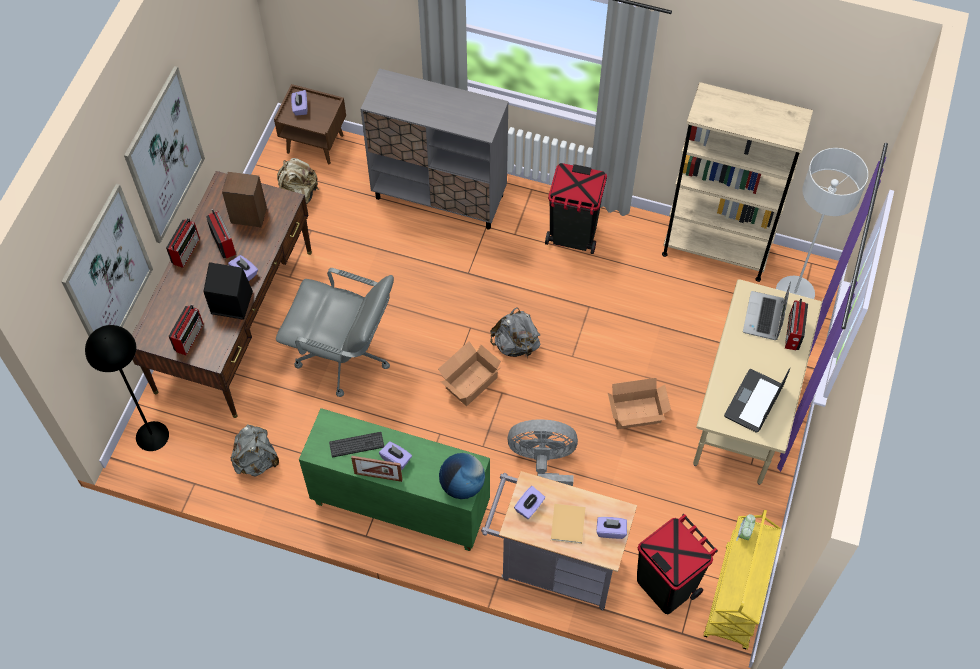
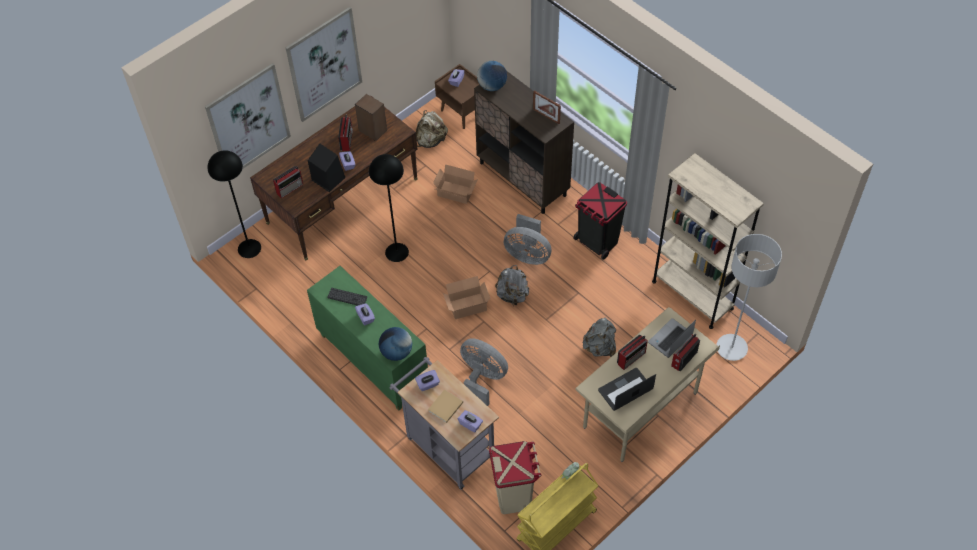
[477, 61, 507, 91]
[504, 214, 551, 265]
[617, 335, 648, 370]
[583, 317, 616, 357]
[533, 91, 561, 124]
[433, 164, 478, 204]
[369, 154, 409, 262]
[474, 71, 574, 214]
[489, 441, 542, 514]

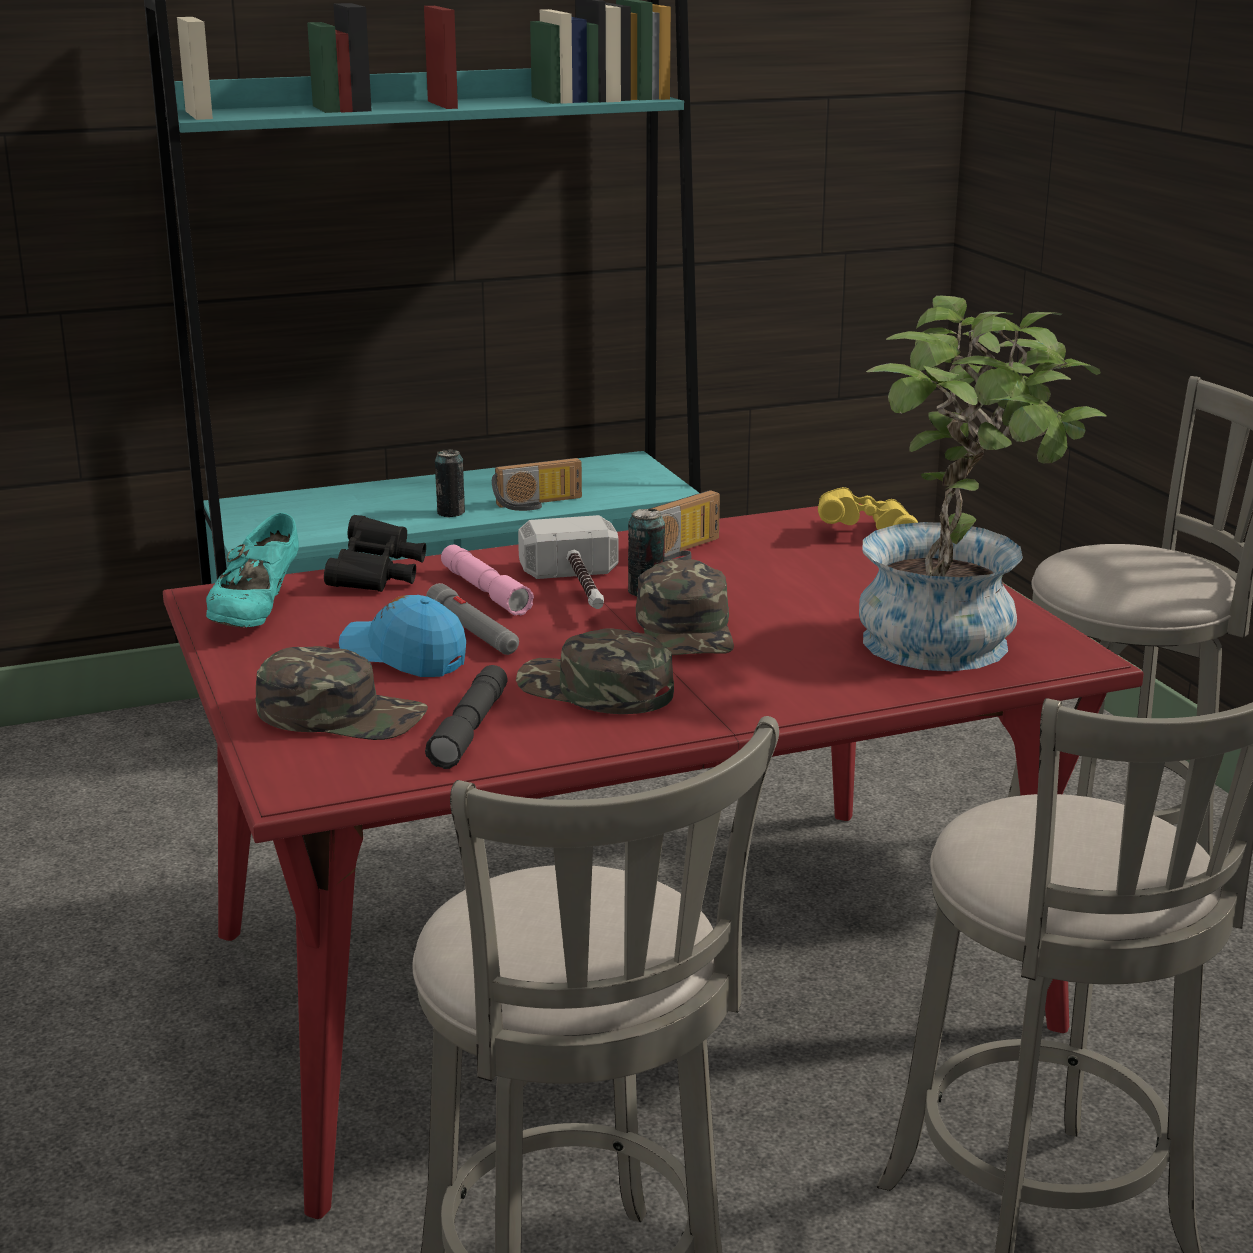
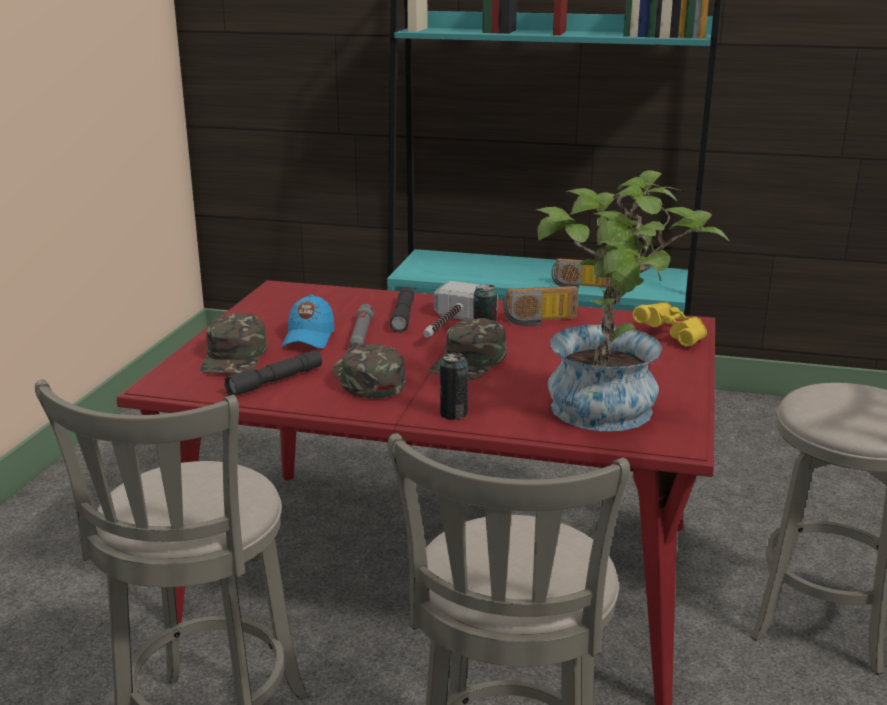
[206, 513, 299, 628] (first image)
[324, 515, 426, 592] (first image)
[440, 352, 468, 420]
[390, 287, 414, 333]
[200, 313, 267, 373]
[282, 294, 334, 348]

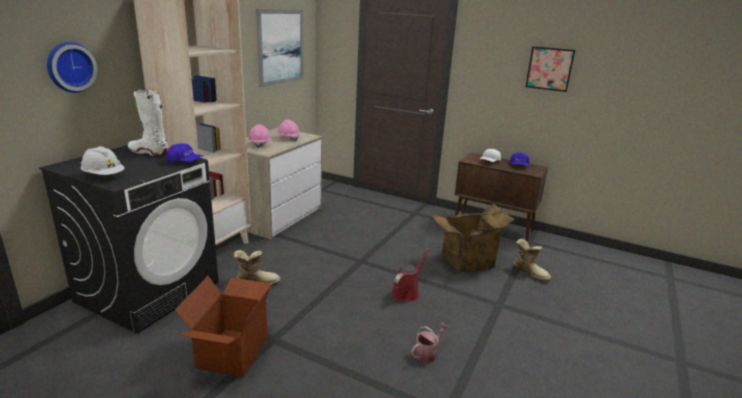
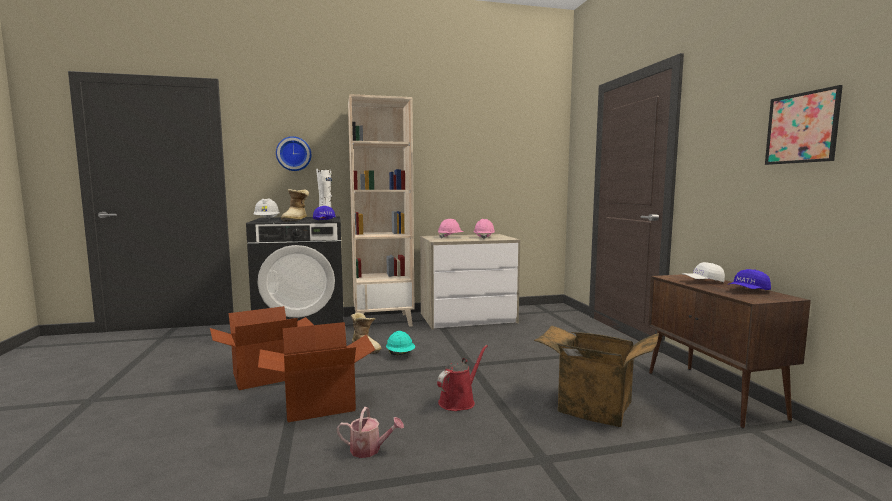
[256, 9, 304, 87] (first image)
[258, 322, 376, 422]
[386, 331, 415, 355]
[281, 189, 310, 222]
[437, 345, 488, 411]

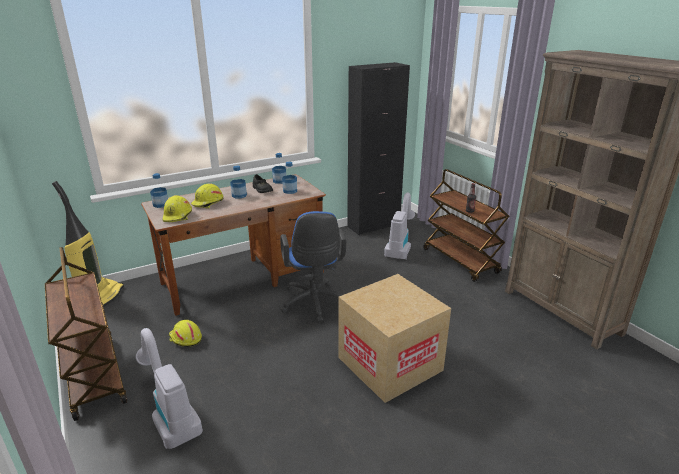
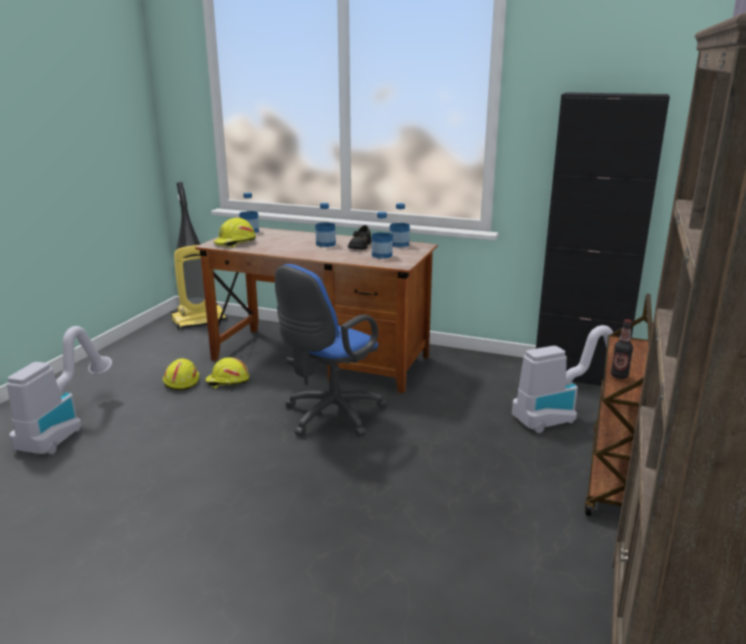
[45, 247, 127, 421] (first image)
[338, 274, 451, 403] (first image)
[205, 357, 249, 389]

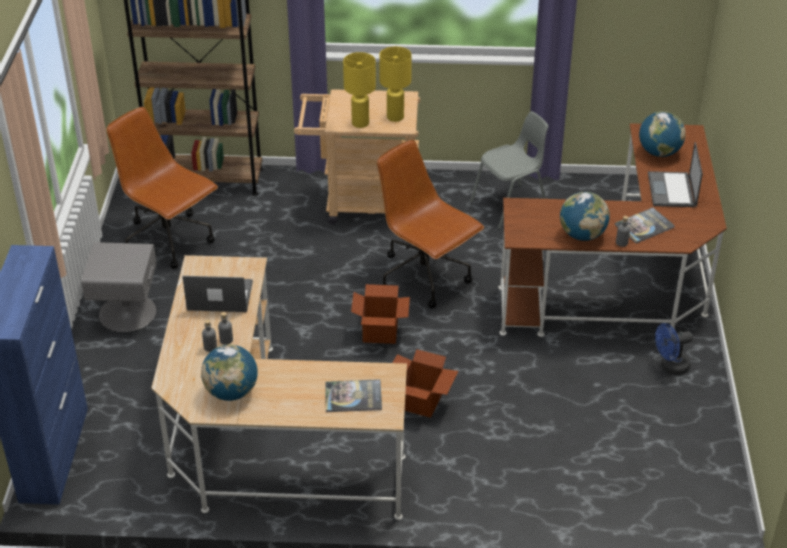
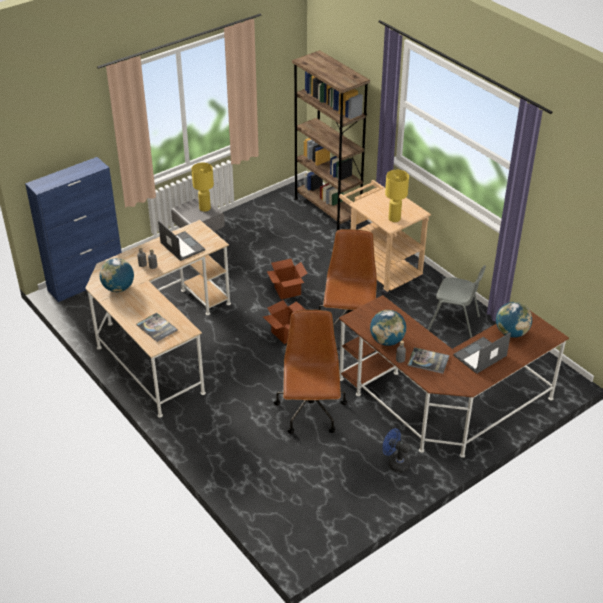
[274, 310, 347, 434]
[191, 163, 214, 212]
[267, 259, 308, 300]

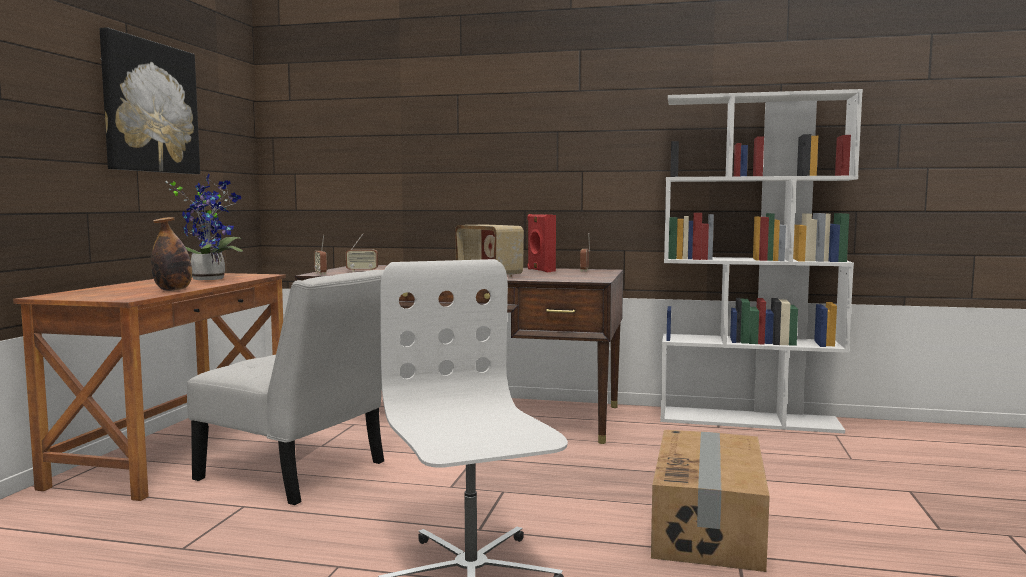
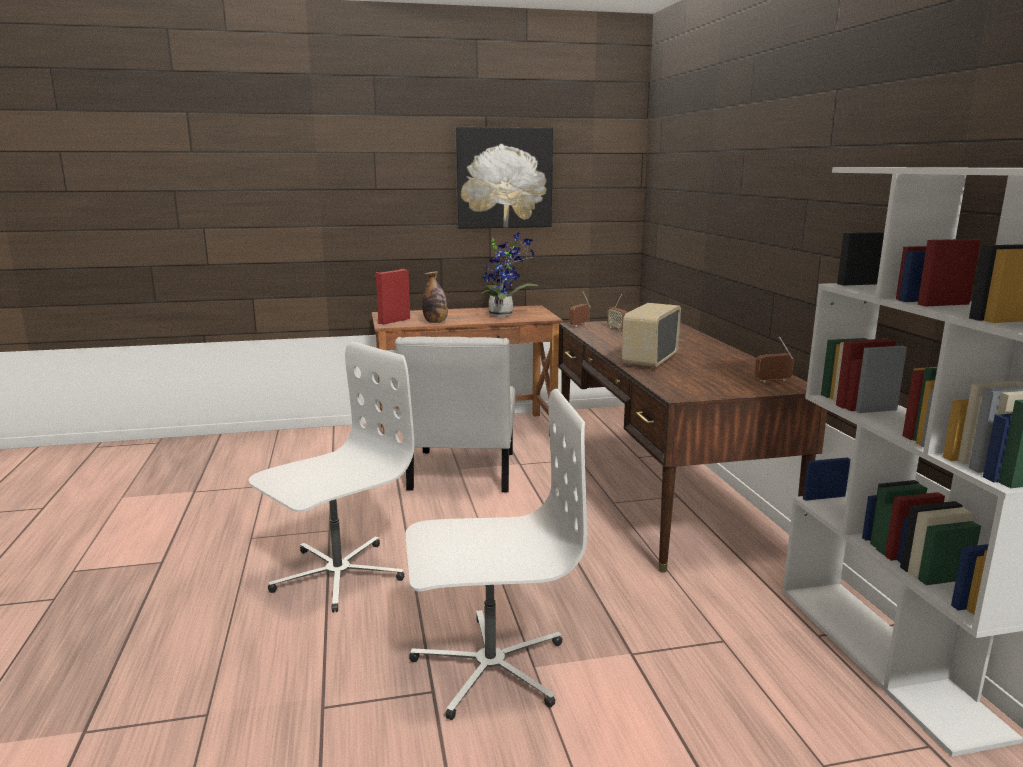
[375, 269, 410, 324]
[405, 389, 587, 720]

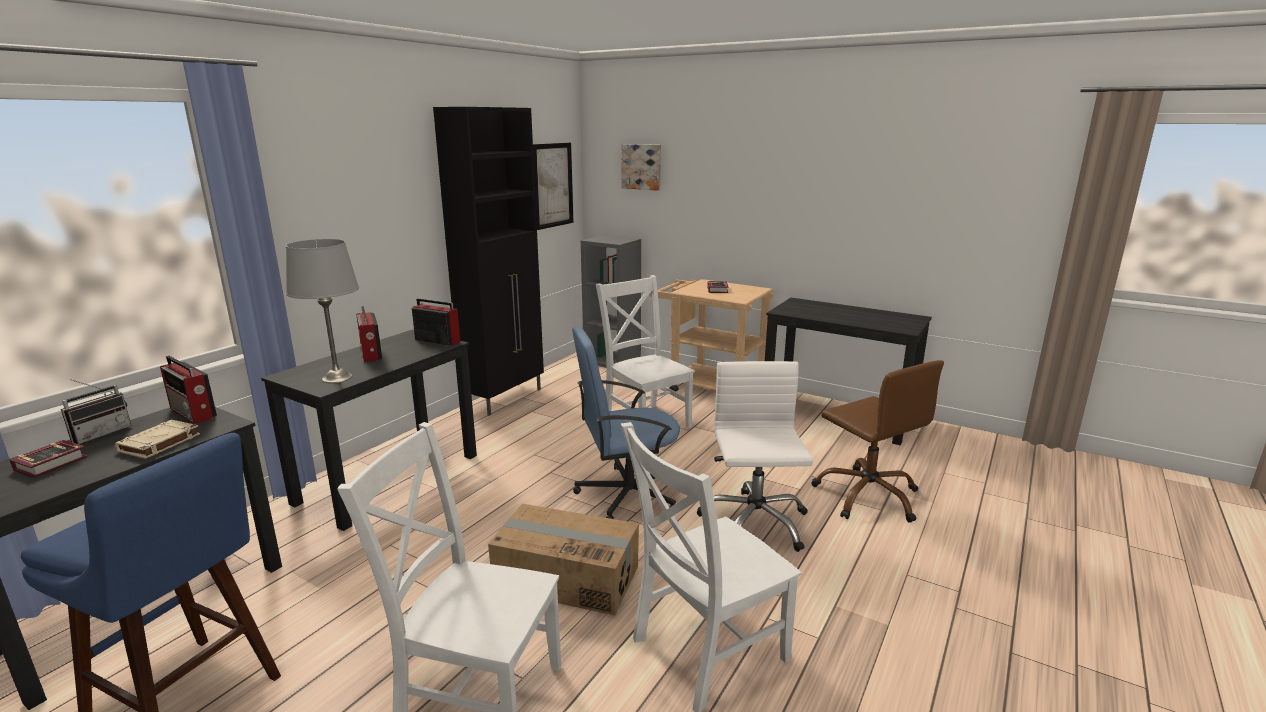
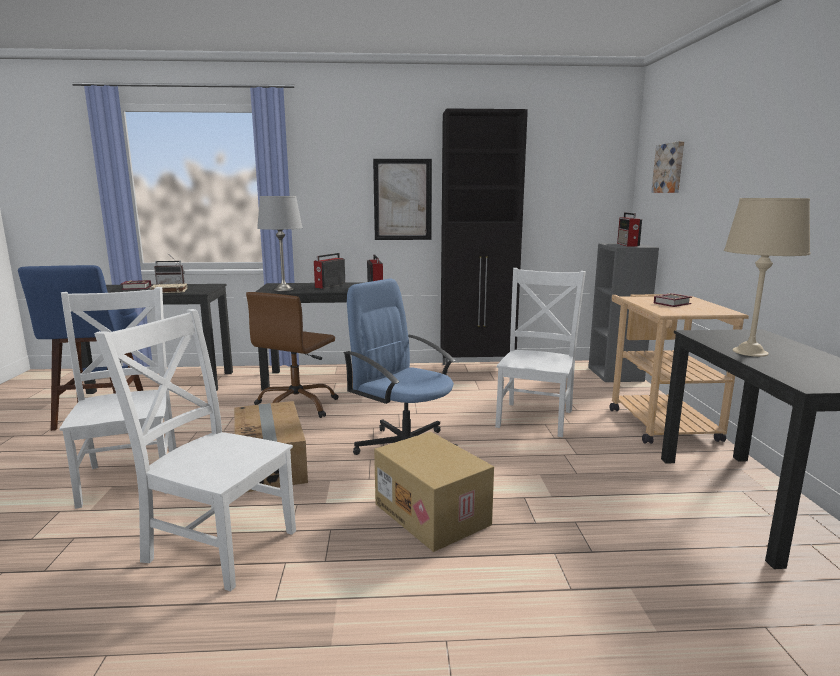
[724, 198, 810, 357]
[617, 212, 642, 247]
[373, 159, 432, 240]
[246, 292, 339, 418]
[374, 432, 494, 552]

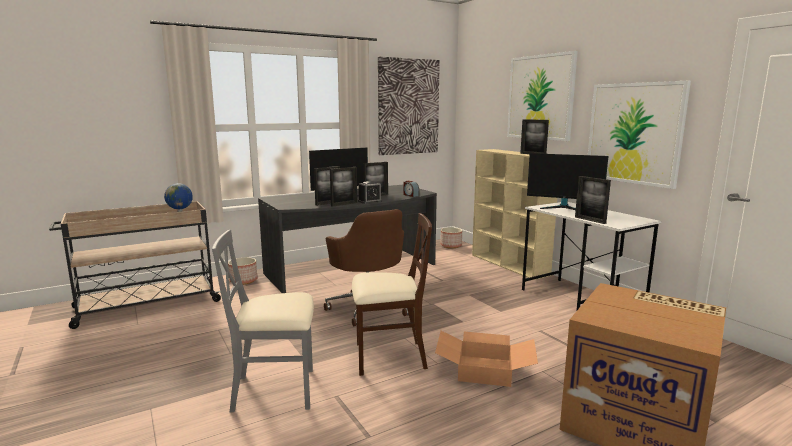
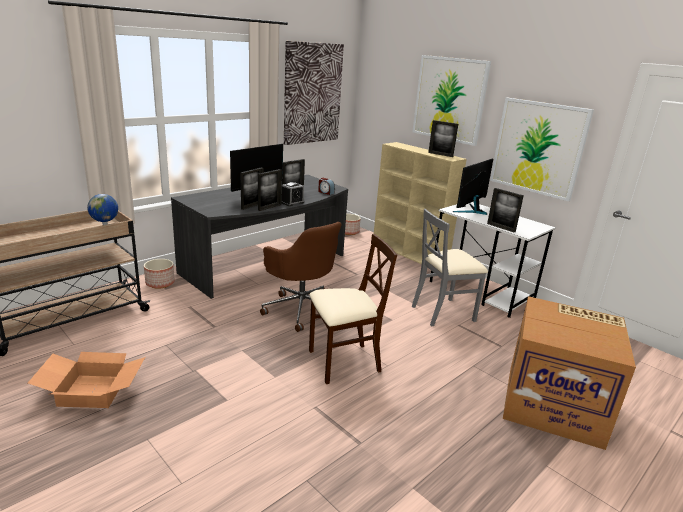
[412, 209, 488, 327]
[28, 352, 145, 408]
[452, 158, 493, 215]

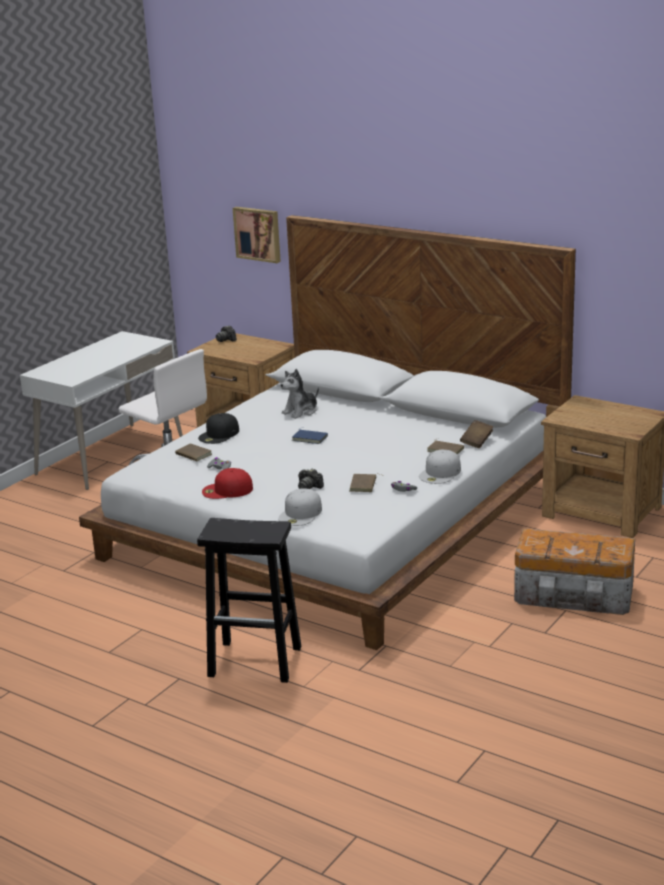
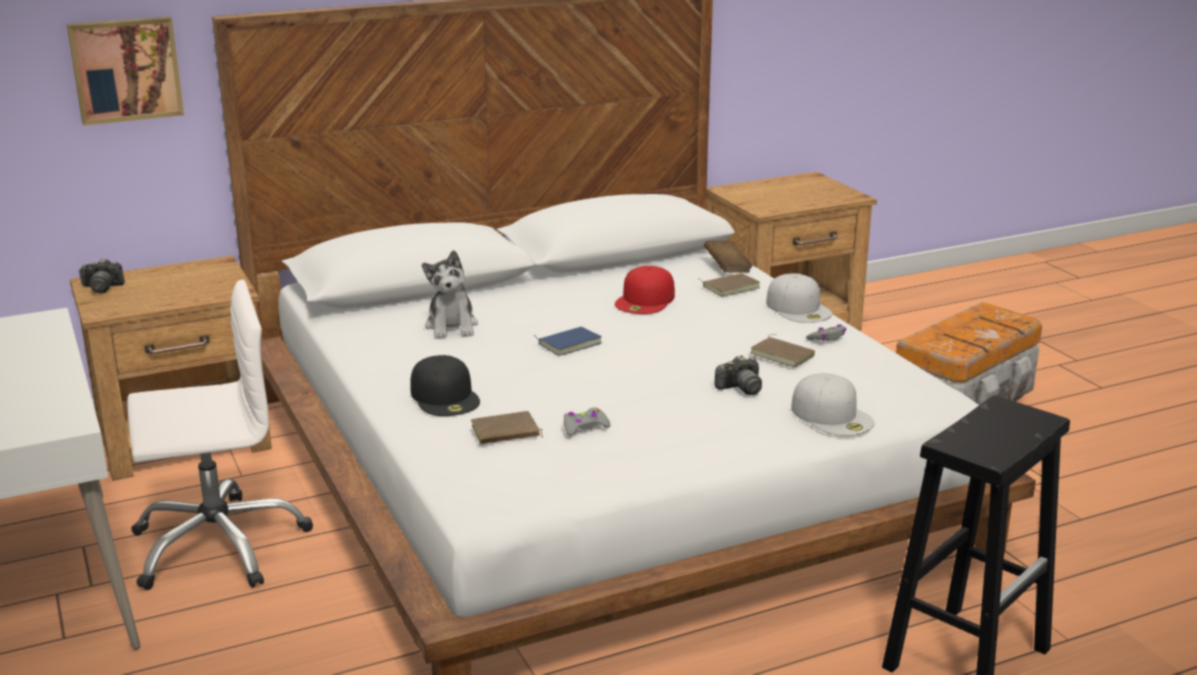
[615, 266, 675, 314]

